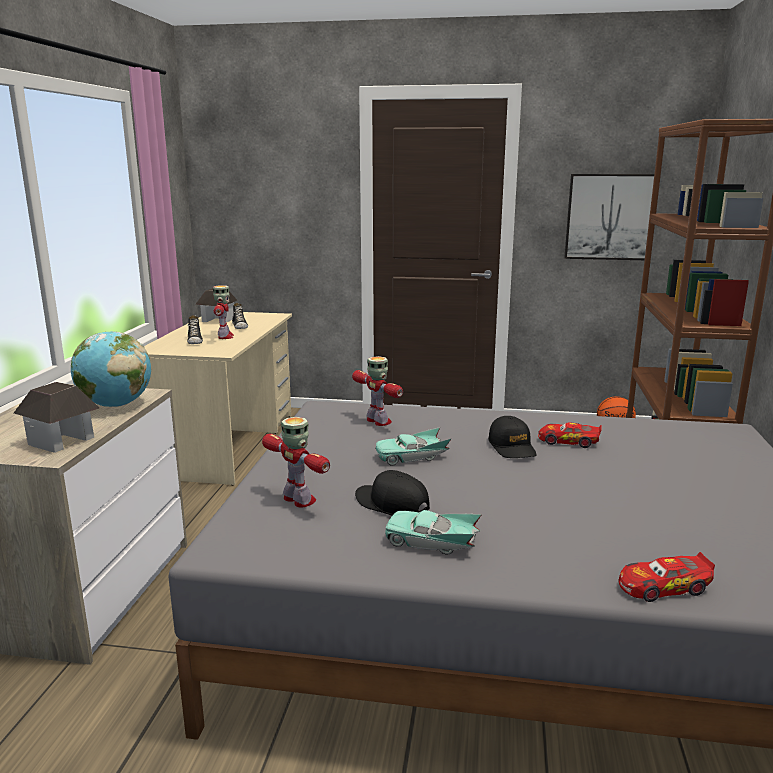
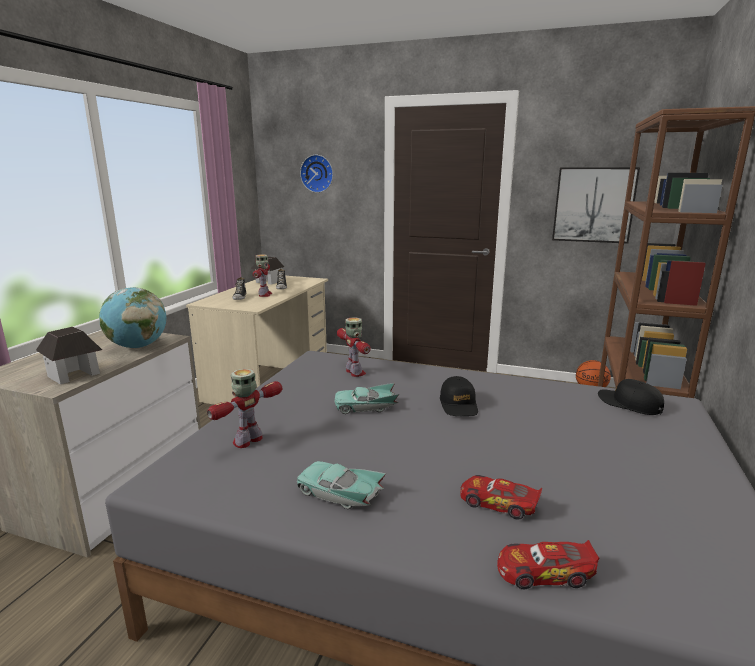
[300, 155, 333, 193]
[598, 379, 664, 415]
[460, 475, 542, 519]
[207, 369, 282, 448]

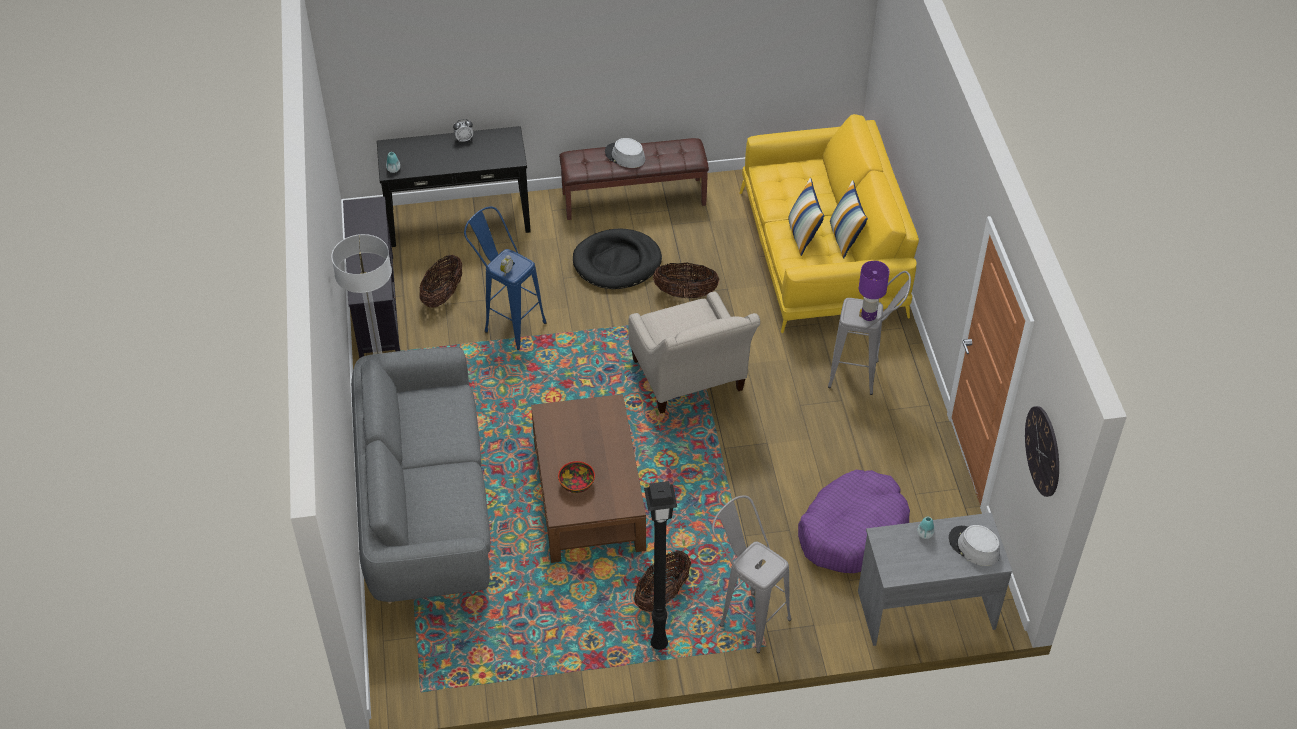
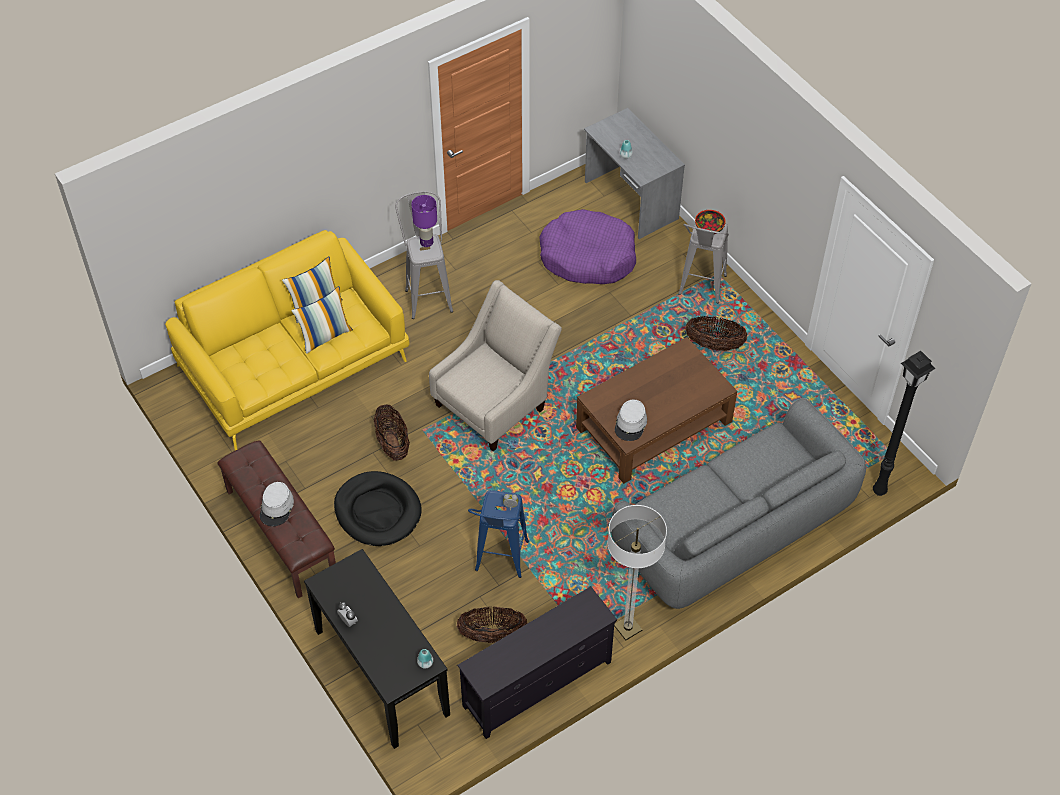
[1025, 406, 1059, 497] (first image)
[695, 210, 726, 234]
[873, 351, 936, 496]
[615, 400, 647, 441]

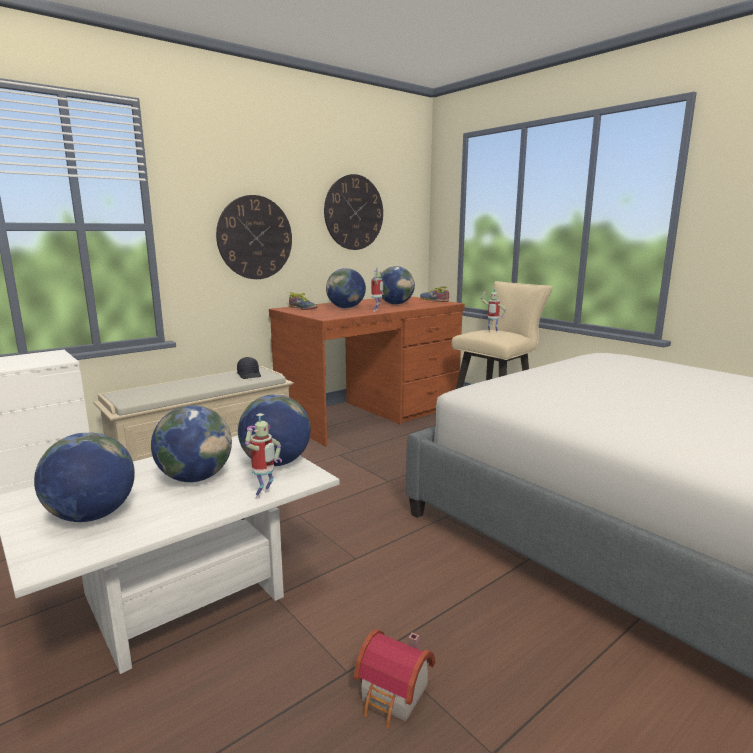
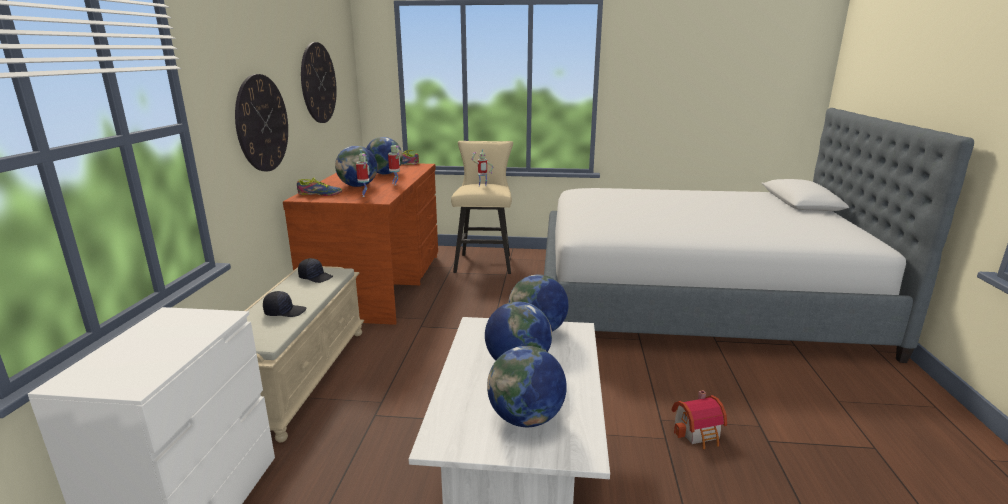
[263, 291, 306, 317]
[356, 149, 370, 197]

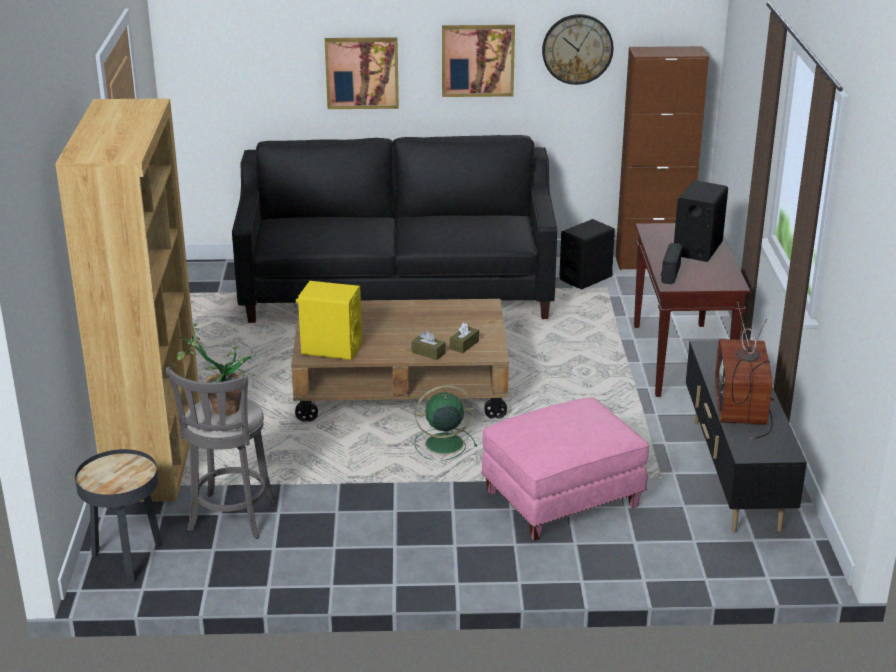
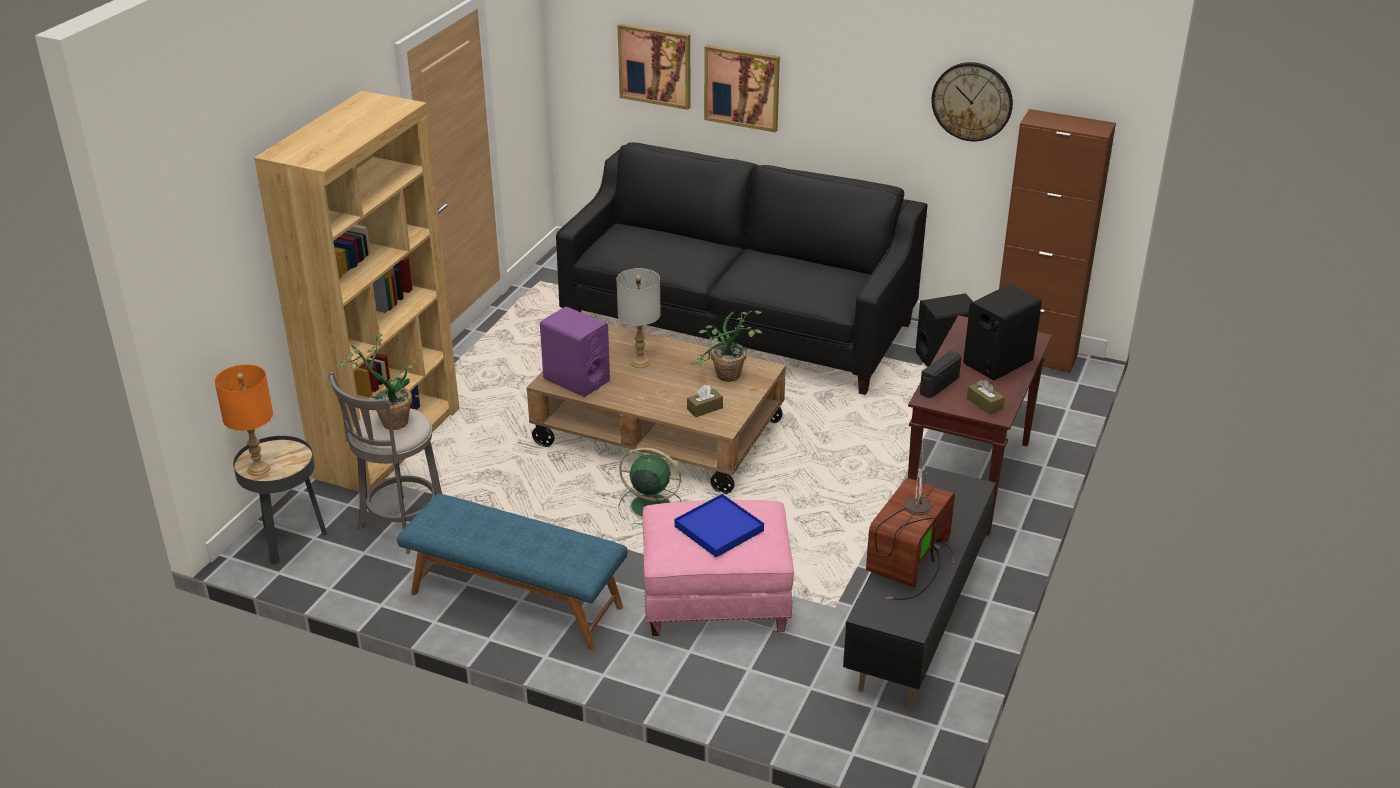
[214, 364, 273, 476]
[397, 493, 627, 650]
[617, 268, 661, 368]
[675, 494, 764, 557]
[691, 311, 762, 382]
[967, 380, 1005, 415]
[617, 24, 691, 110]
[540, 306, 610, 397]

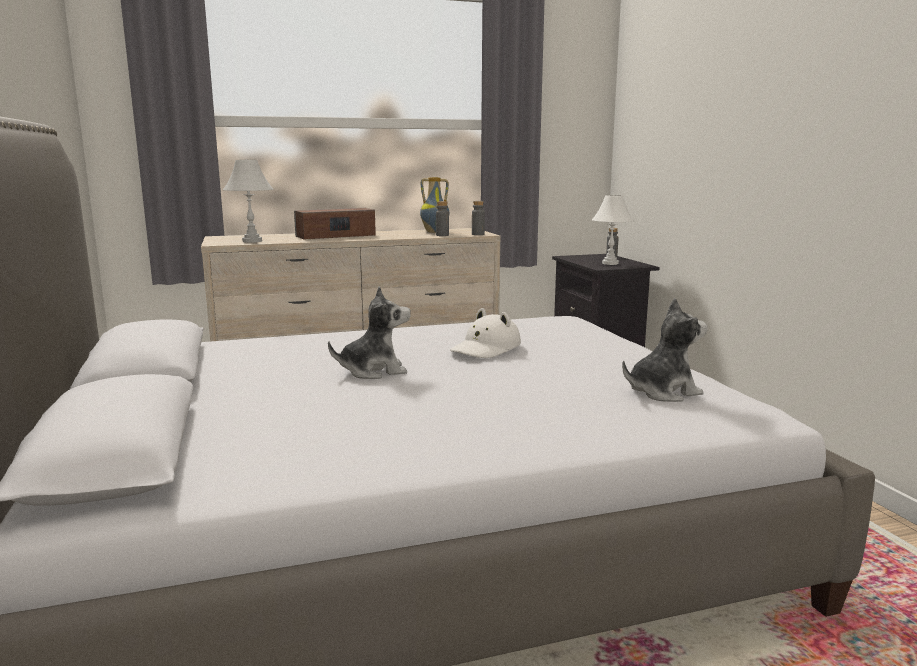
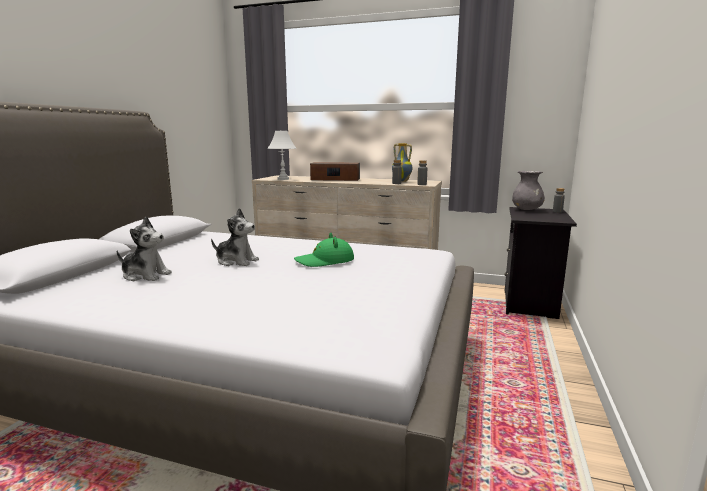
[592, 195, 634, 265] (first image)
[512, 171, 545, 210]
[117, 217, 172, 281]
[294, 233, 354, 267]

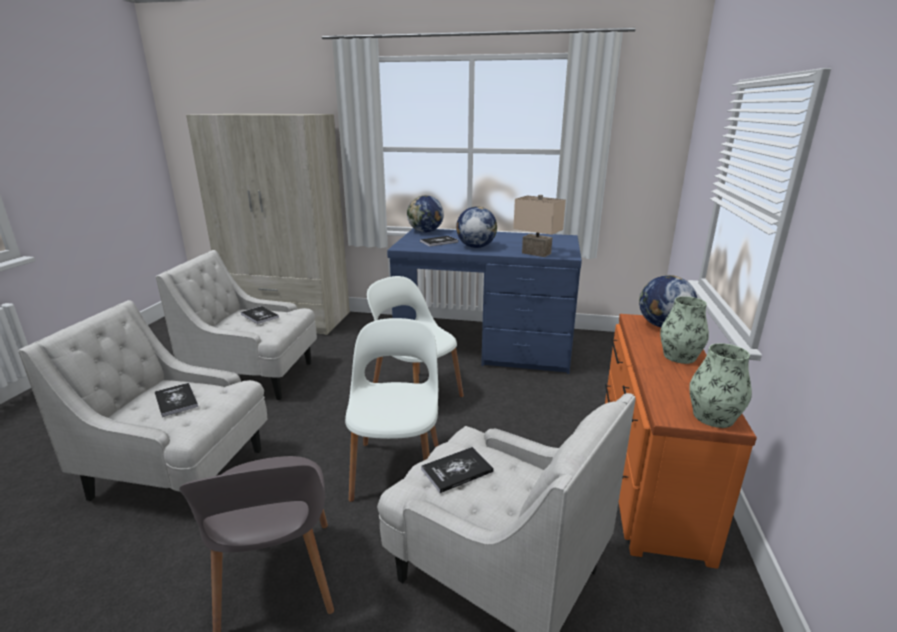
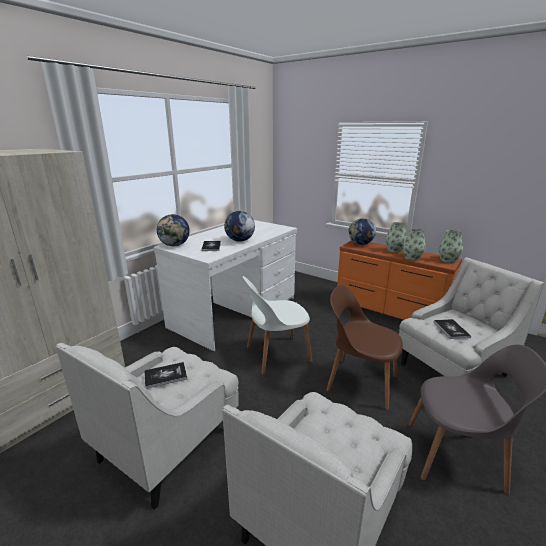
[155, 383, 198, 417] (first image)
[513, 195, 566, 257] (first image)
[403, 228, 426, 261]
[326, 285, 403, 410]
[154, 220, 297, 351]

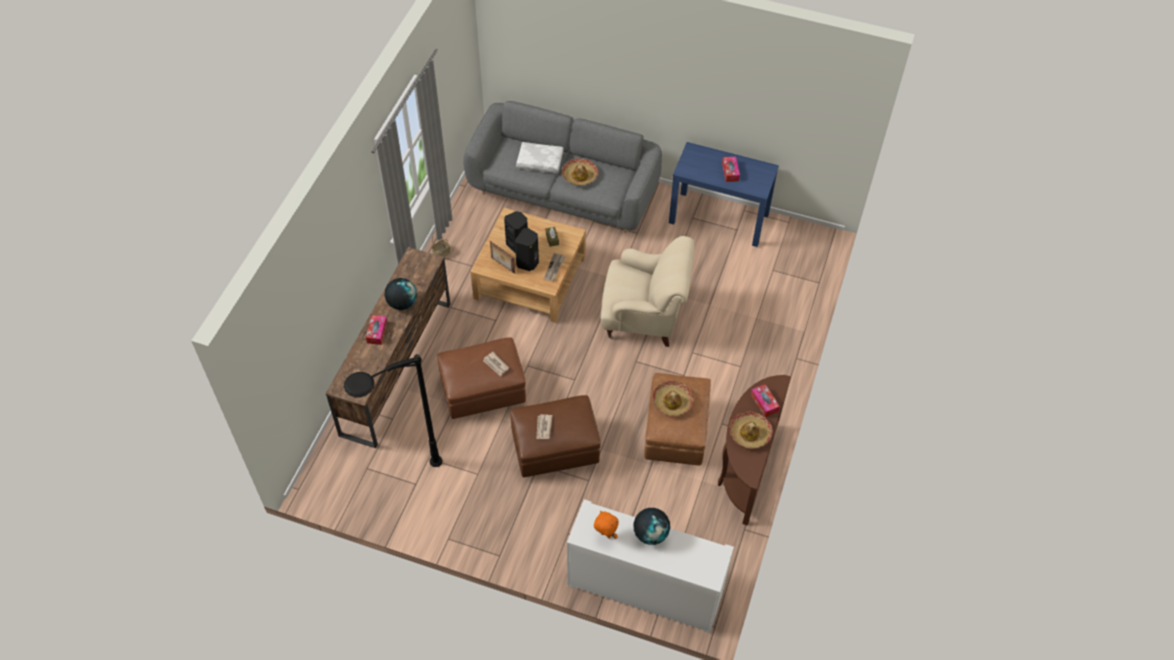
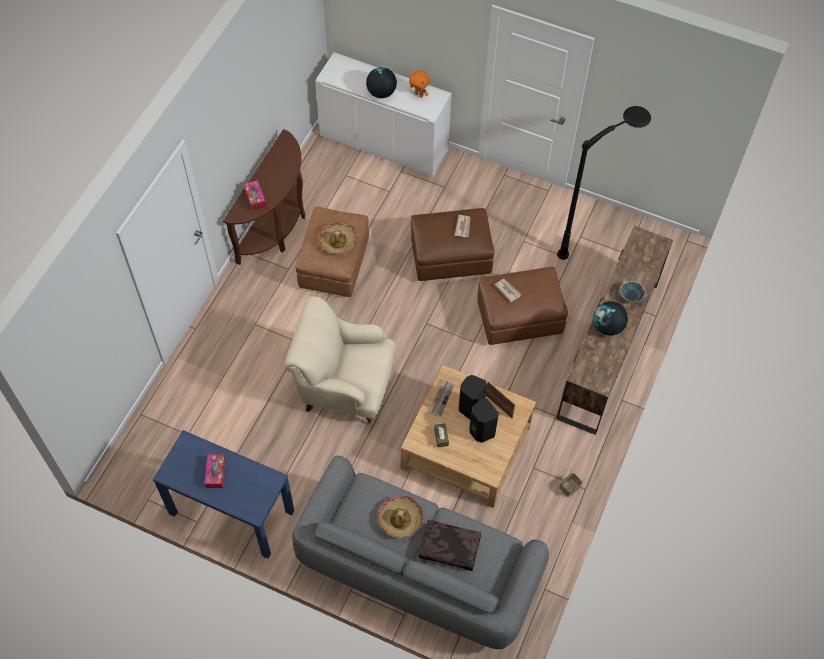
[729, 412, 773, 449] (first image)
[620, 281, 646, 302]
[418, 520, 481, 571]

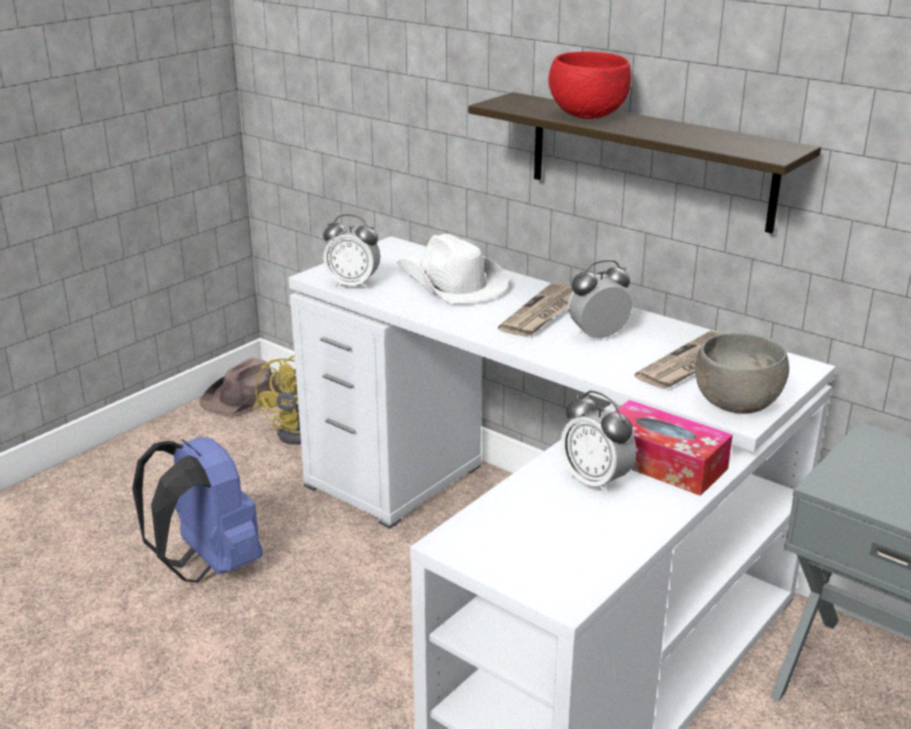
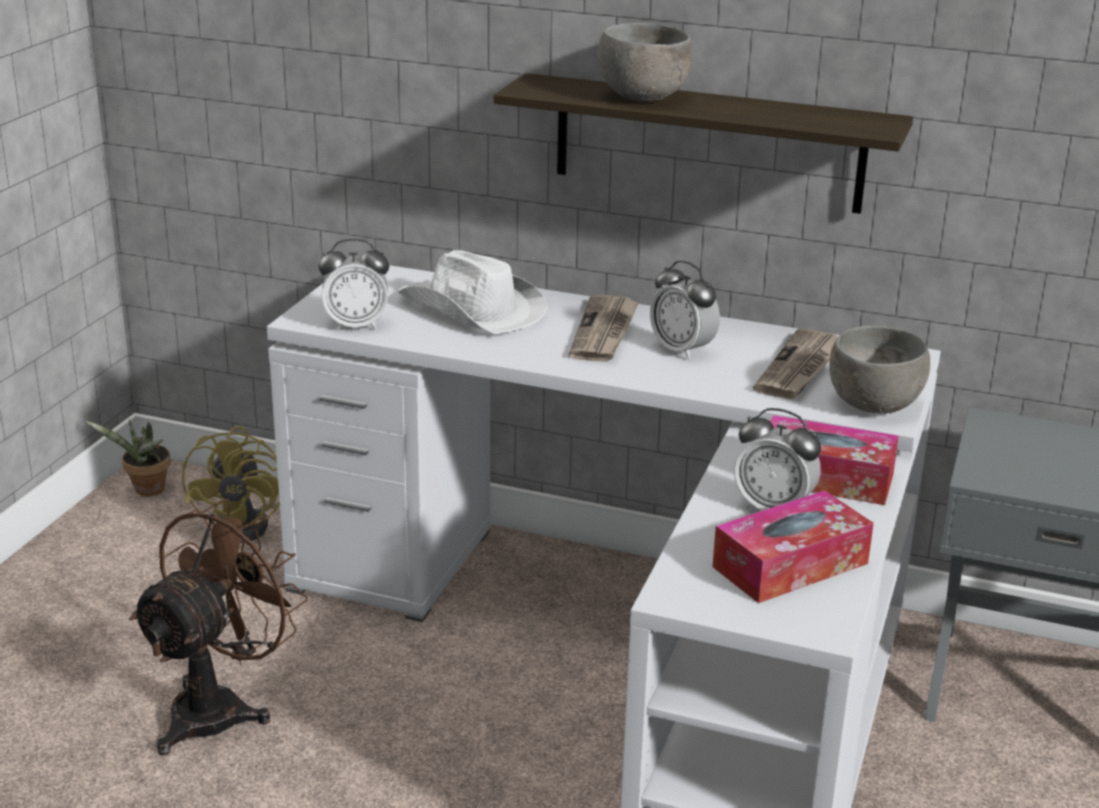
[712, 491, 874, 603]
[129, 499, 308, 755]
[84, 420, 171, 496]
[597, 23, 692, 102]
[650, 260, 720, 360]

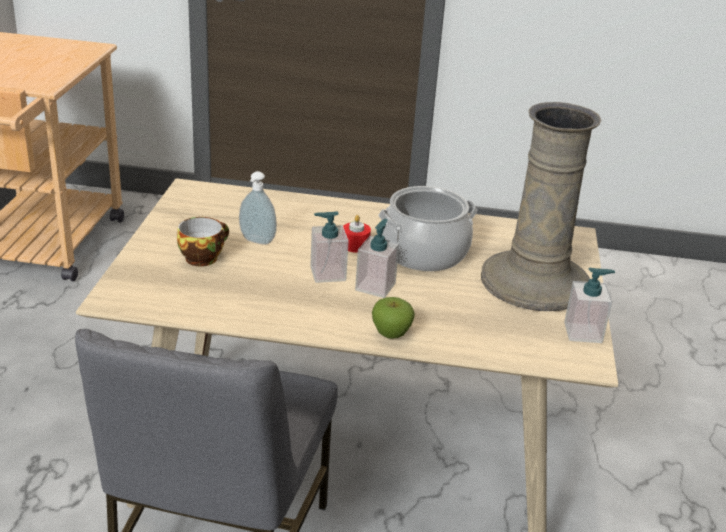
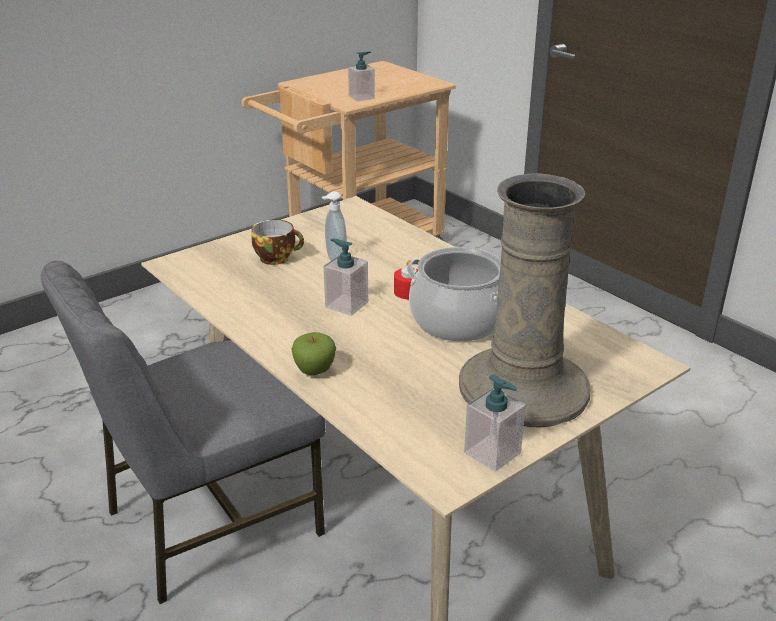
[348, 51, 375, 101]

